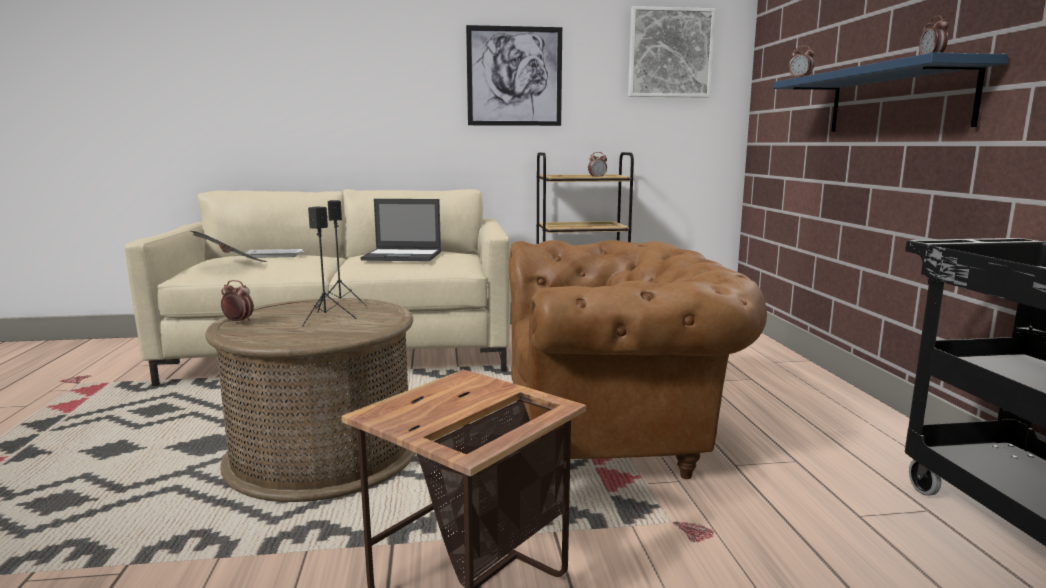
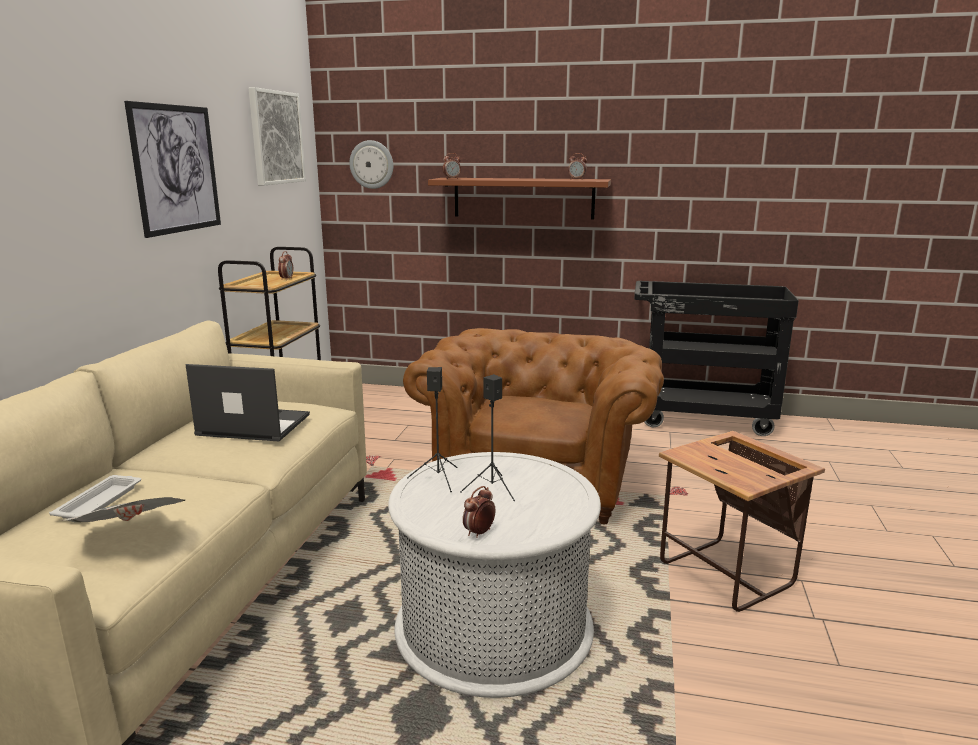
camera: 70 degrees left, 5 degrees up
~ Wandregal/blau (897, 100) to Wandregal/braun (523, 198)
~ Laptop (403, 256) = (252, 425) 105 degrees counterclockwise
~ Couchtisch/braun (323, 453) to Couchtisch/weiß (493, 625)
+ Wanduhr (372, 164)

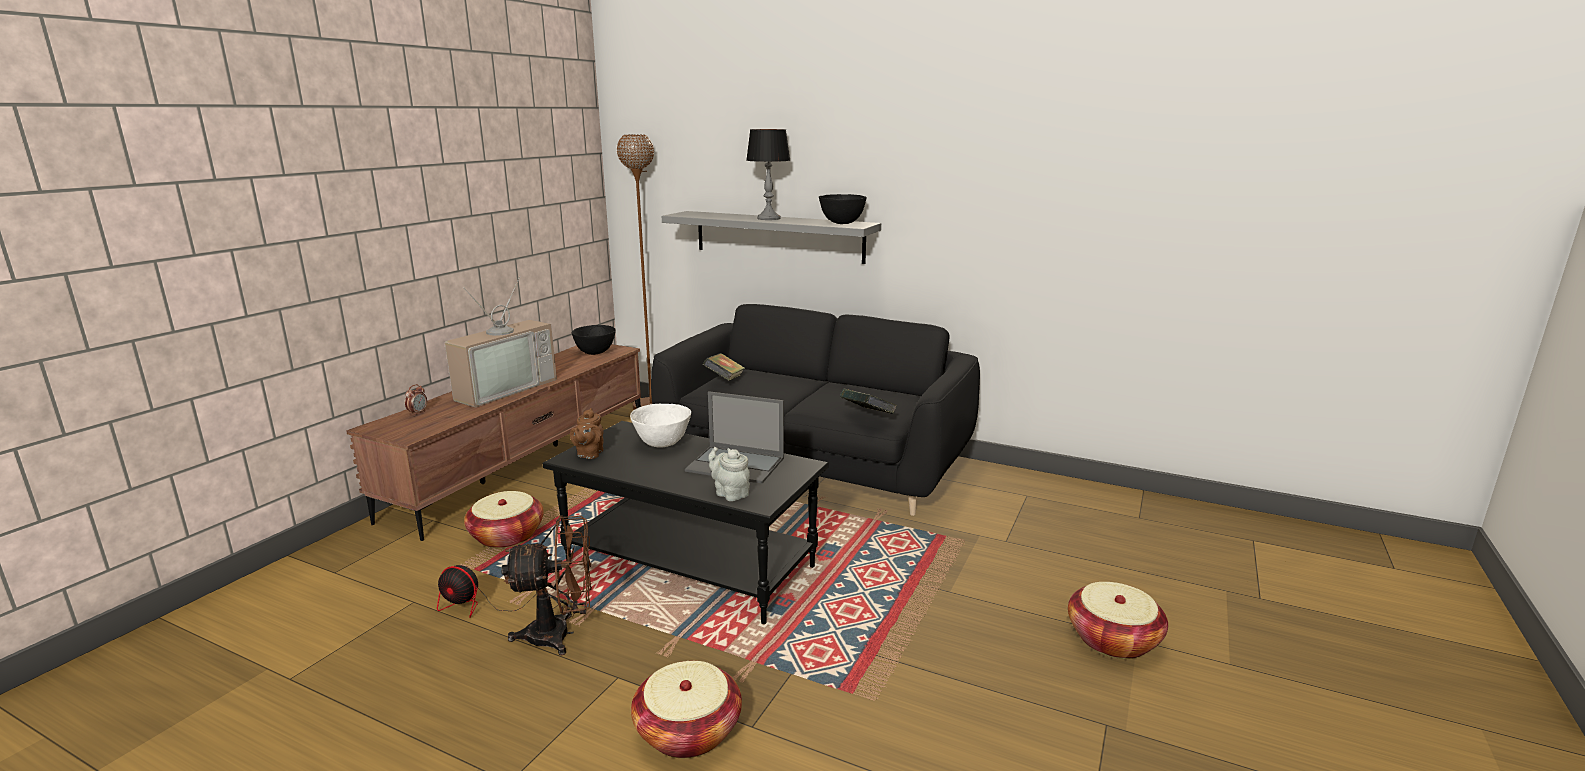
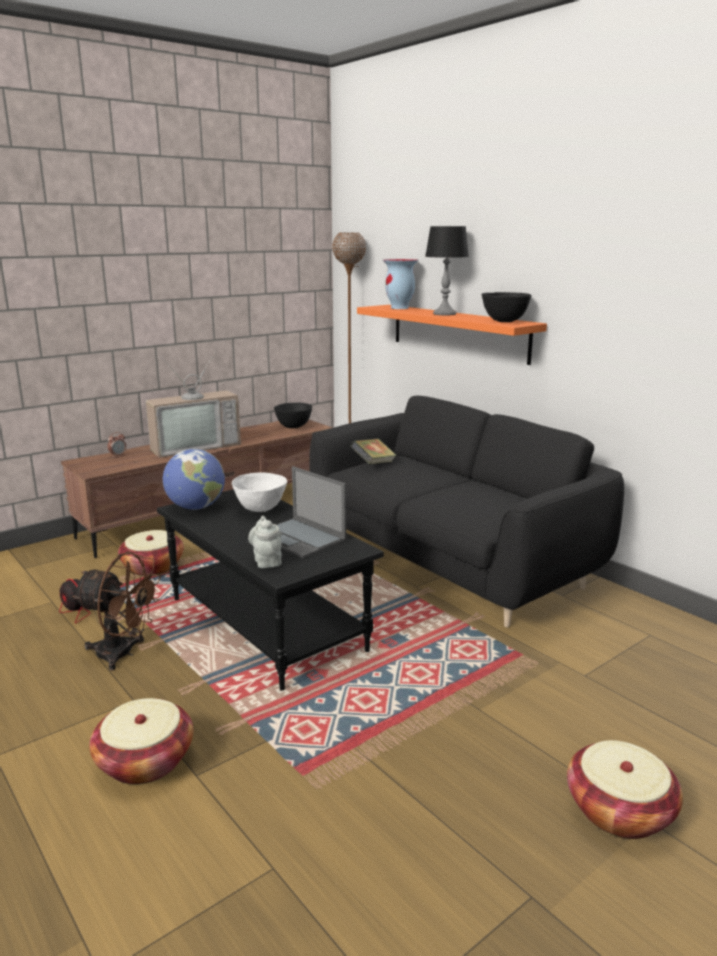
camera: 25 degrees right, 0 degrees up
~ Wandregal/grau (778, 236) to Wandregal/orange (458, 332)
- Buch (867, 416)
~ Teekanne/braun (589, 454) to Globus (196, 507)
+ Vase (400, 308)

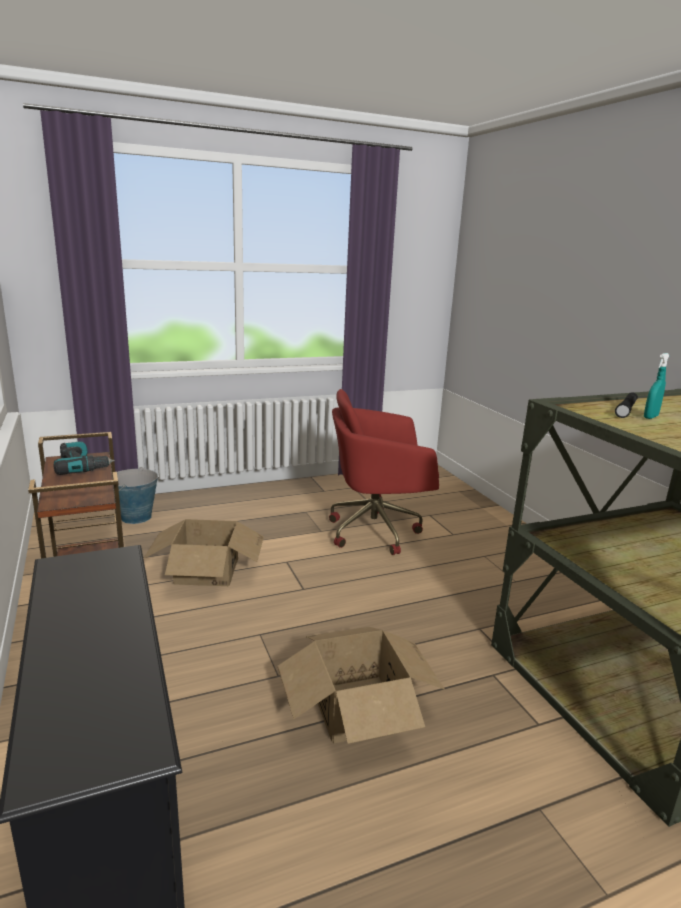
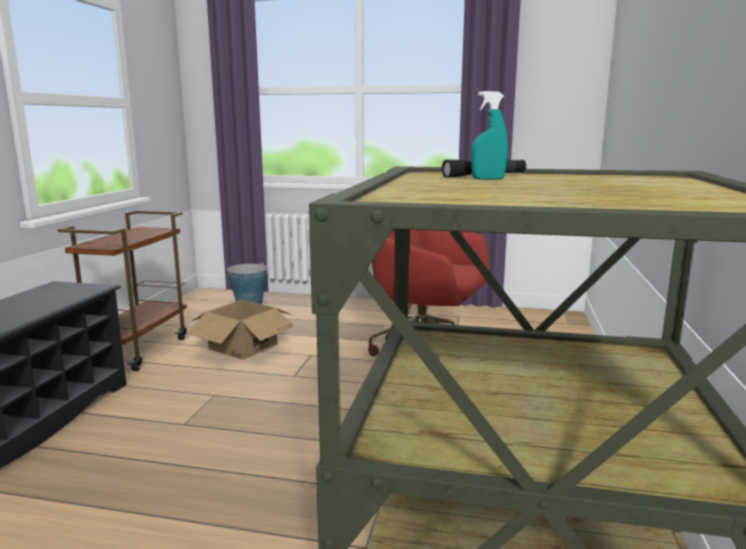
camera: 35 degrees right, 5 degrees down
- Bohrmaschine (82, 466)
- Karton (357, 707)

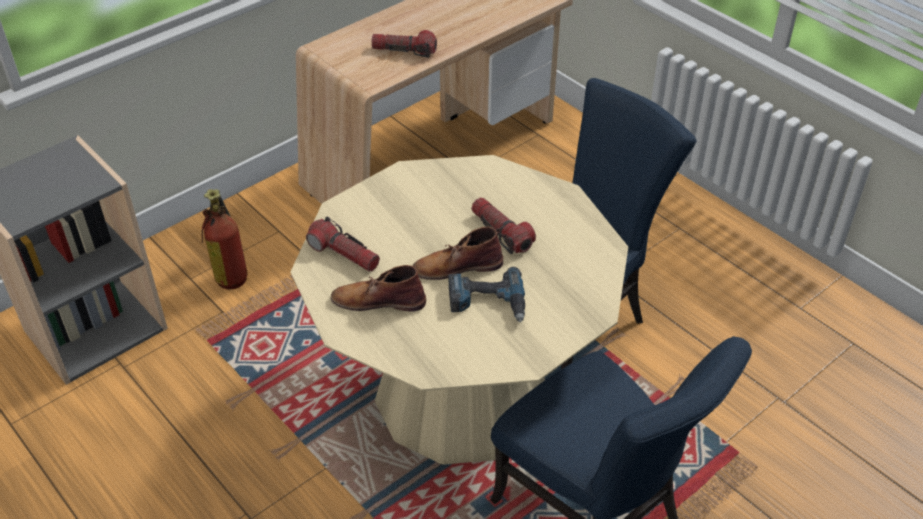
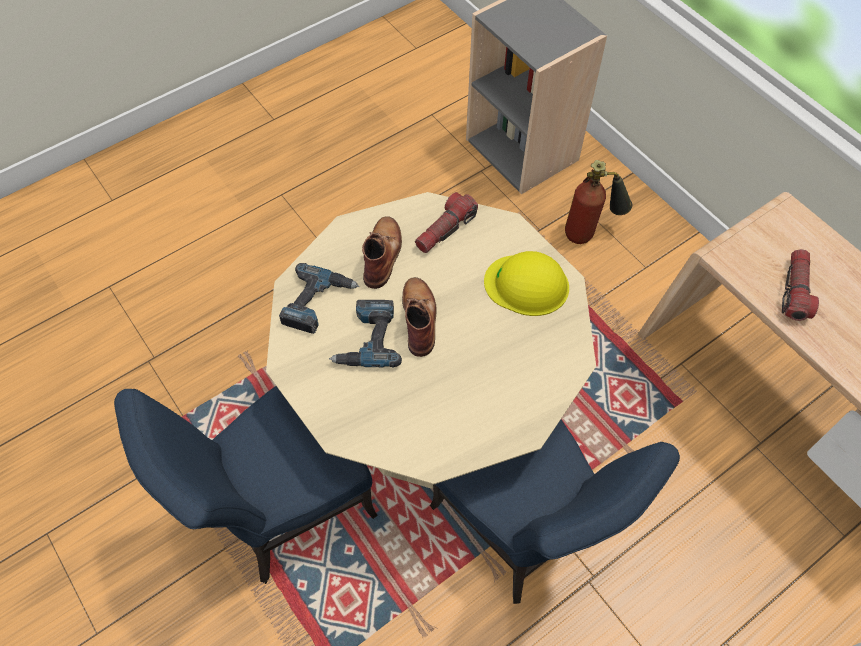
camera: 95 degrees right, 15 degrees up
- Taschenlampe (501, 233)
+ Schutzhelm/gelb (527, 285)
+ Bohrmaschine (317, 303)

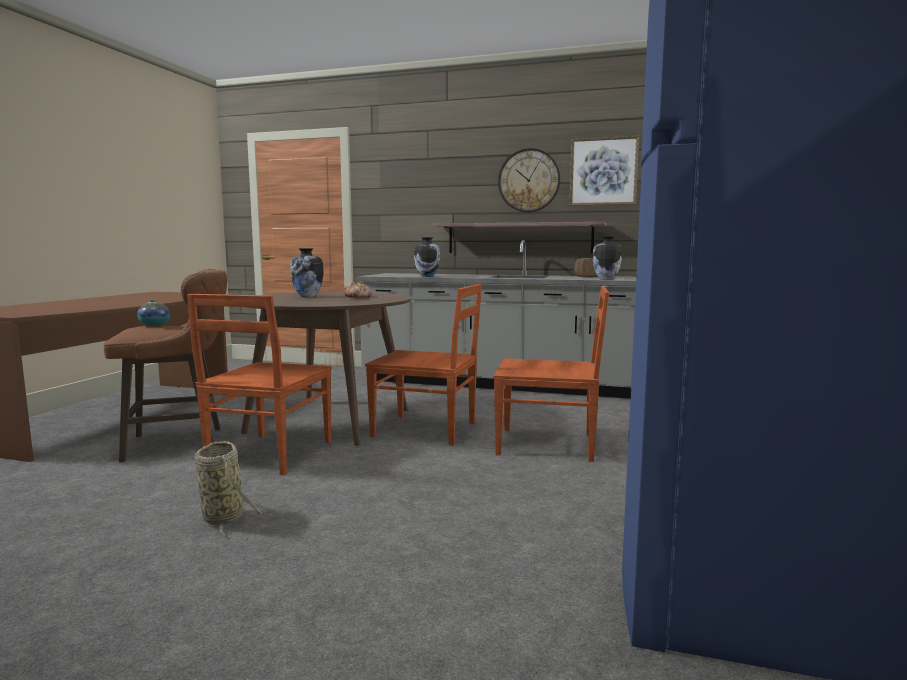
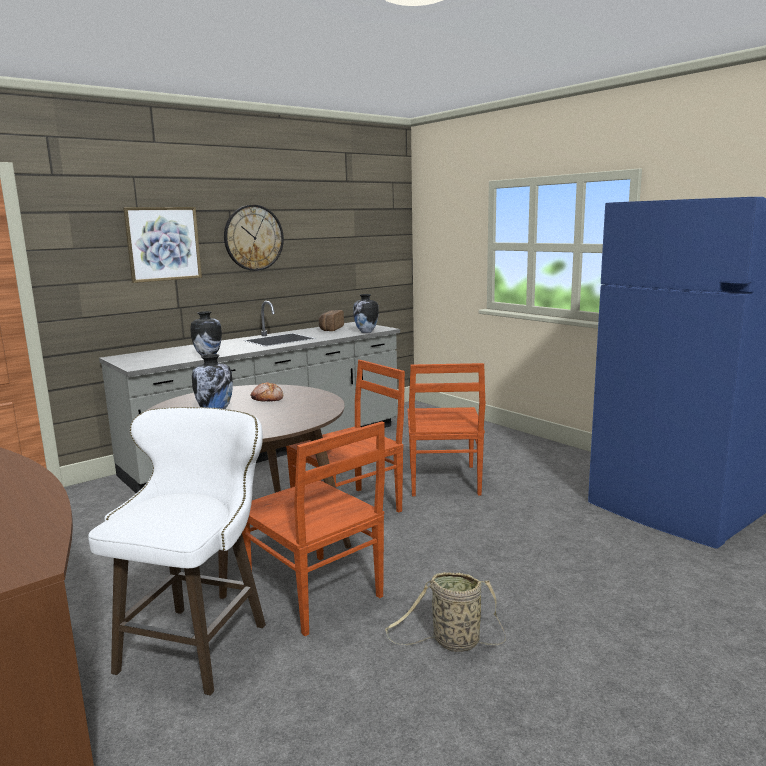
camera: 55 degrees left, 5 degrees up
~ Bild (603, 171) to (163, 244)
- Wandregal (519, 238)
~ Hocker/braun (180, 443) to Hocker/weiß (197, 643)
~ Stuhl/braun (549, 445) = (443, 481) 135 degrees clockwise
- Vase (154, 325)

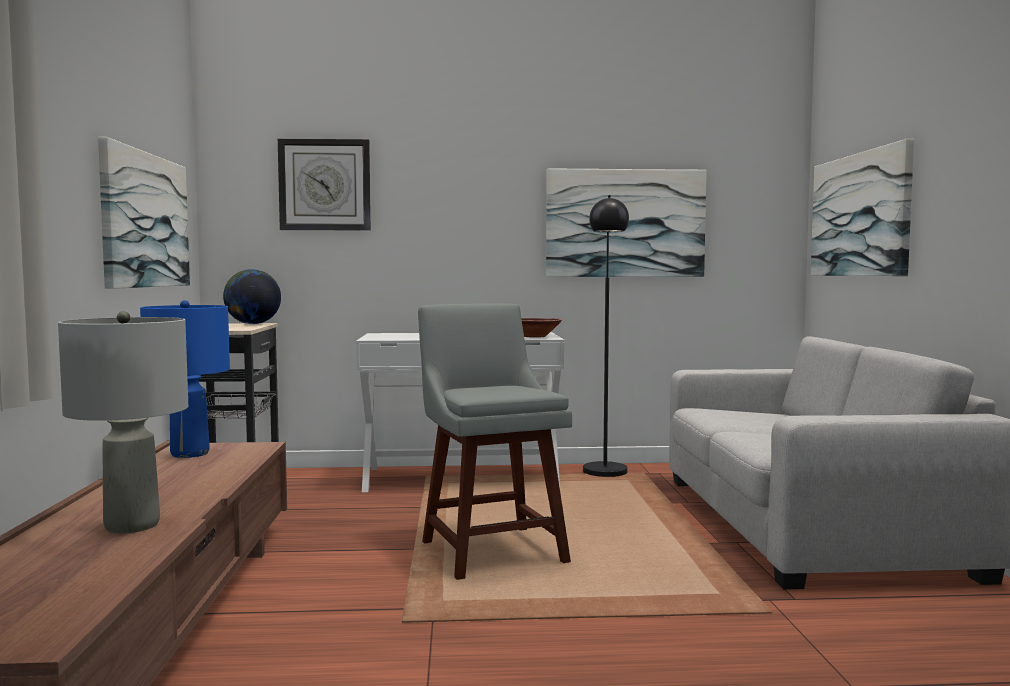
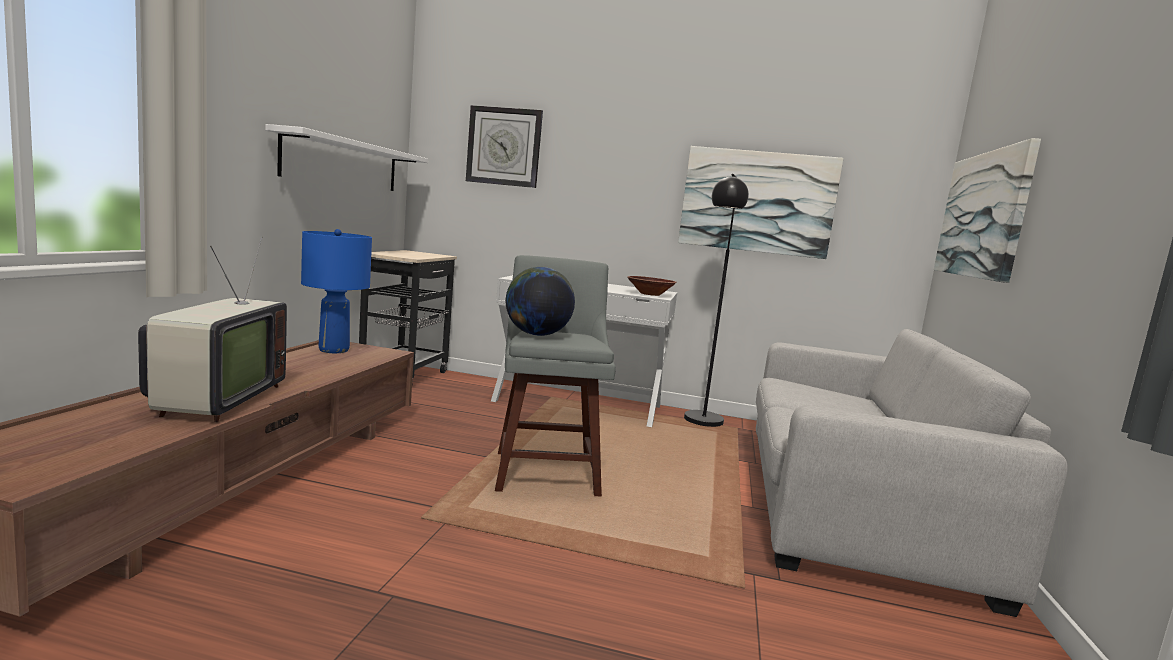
camera: 15 degrees right, 5 degrees up
~ Bild (145, 220) to Wandregal/weiß (343, 163)
~ Globus (252, 324) to (536, 334)
~ Tischlampe/grau (131, 525) to Fernseher (215, 400)

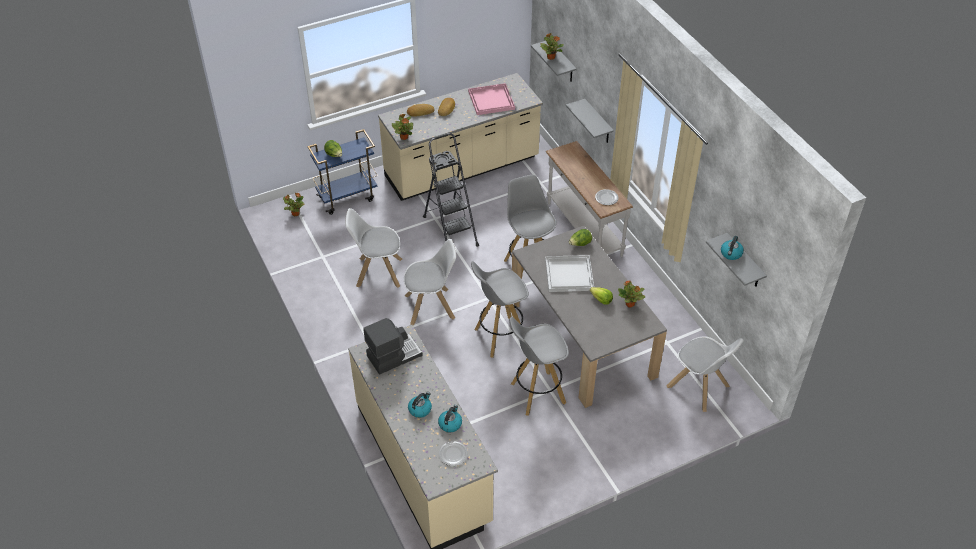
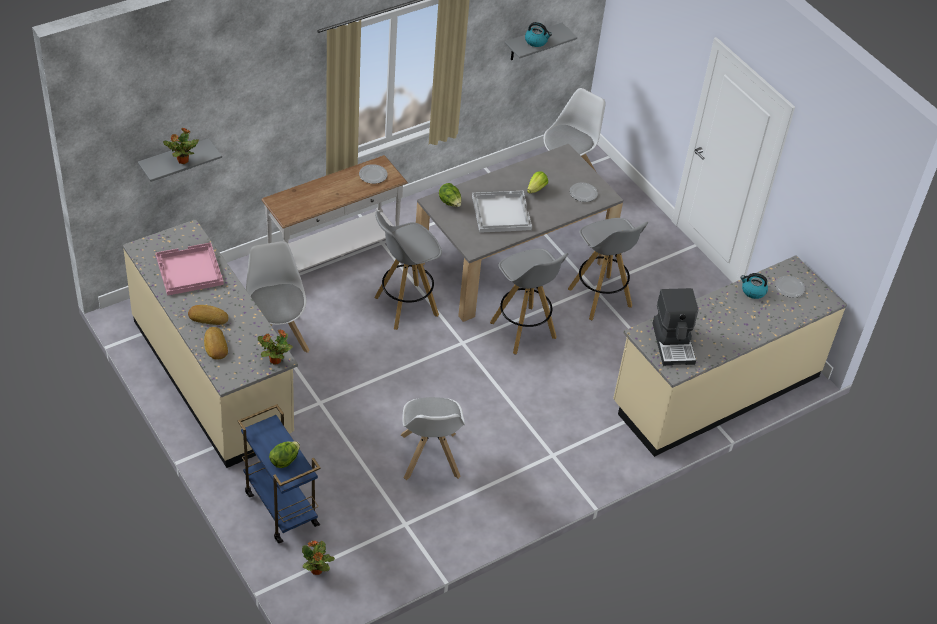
camera: 100 degrees left, 0 degrees up
- Wandregal/grau (598, 122)
- Trittleiter (450, 230)
~ Stuhl (431, 306) to (277, 334)
- Topfpflanze (630, 304)
~ Kaffeemaschine (393, 355) = (674, 343) 150 degrees counterclockwise
- Wasserkessel (420, 409)
+ Teller (583, 193)

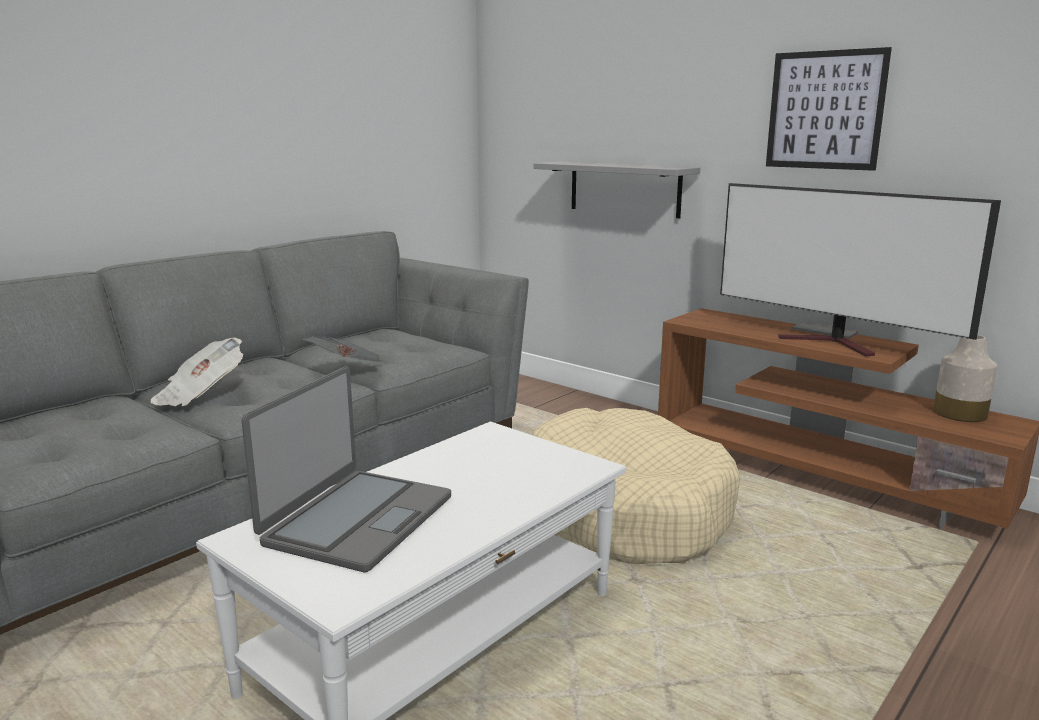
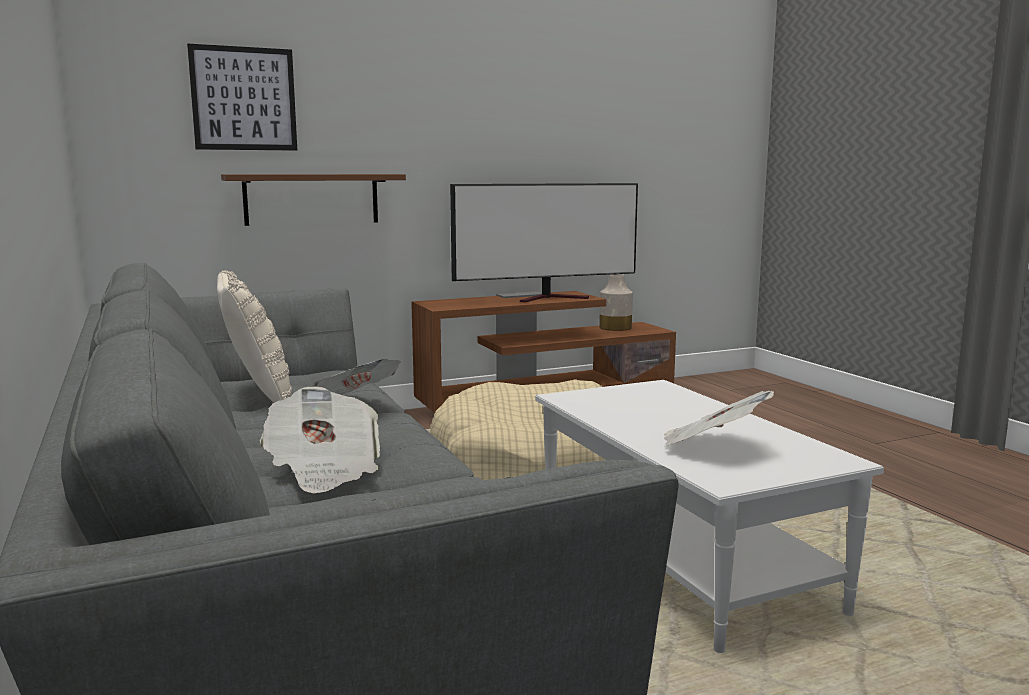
camera: 65 degrees left, 5 degrees down
~ Bild (825, 110) to (244, 99)
~ Wandregal/grau (624, 188) to Wandregal/braun (312, 199)
~ Laptop (357, 520) to Zeitung (711, 446)
+ Kissen/beige (256, 392)

